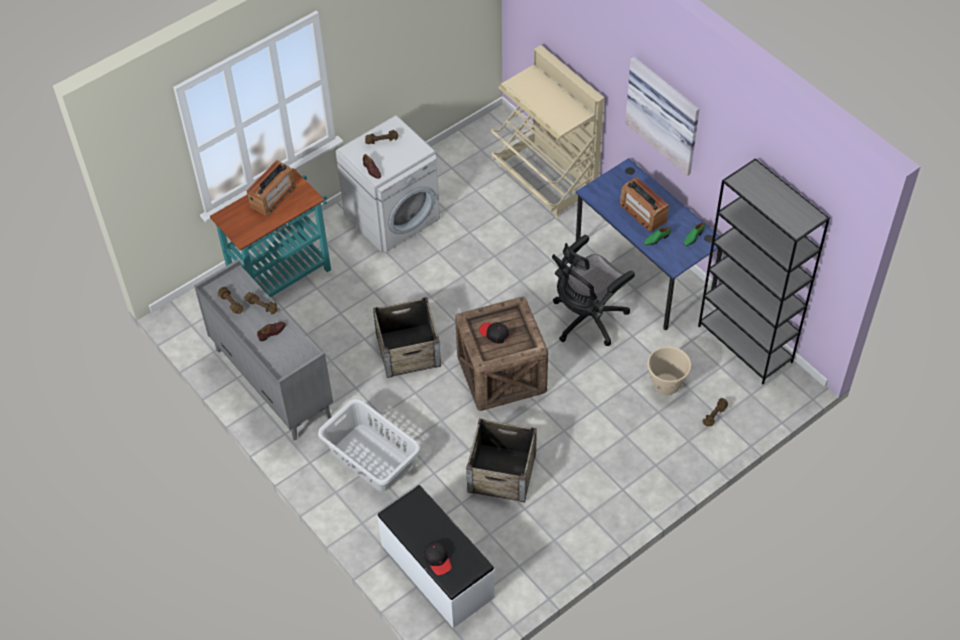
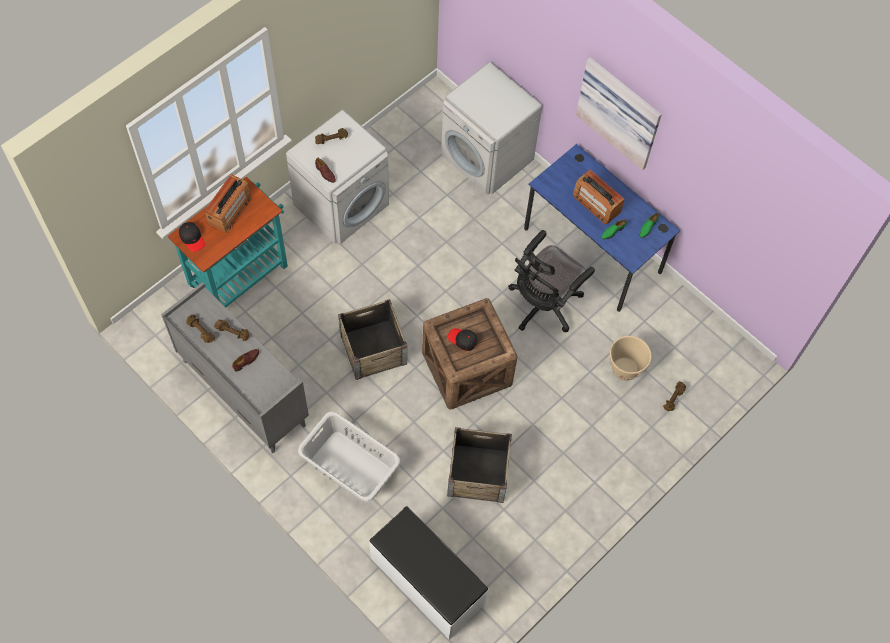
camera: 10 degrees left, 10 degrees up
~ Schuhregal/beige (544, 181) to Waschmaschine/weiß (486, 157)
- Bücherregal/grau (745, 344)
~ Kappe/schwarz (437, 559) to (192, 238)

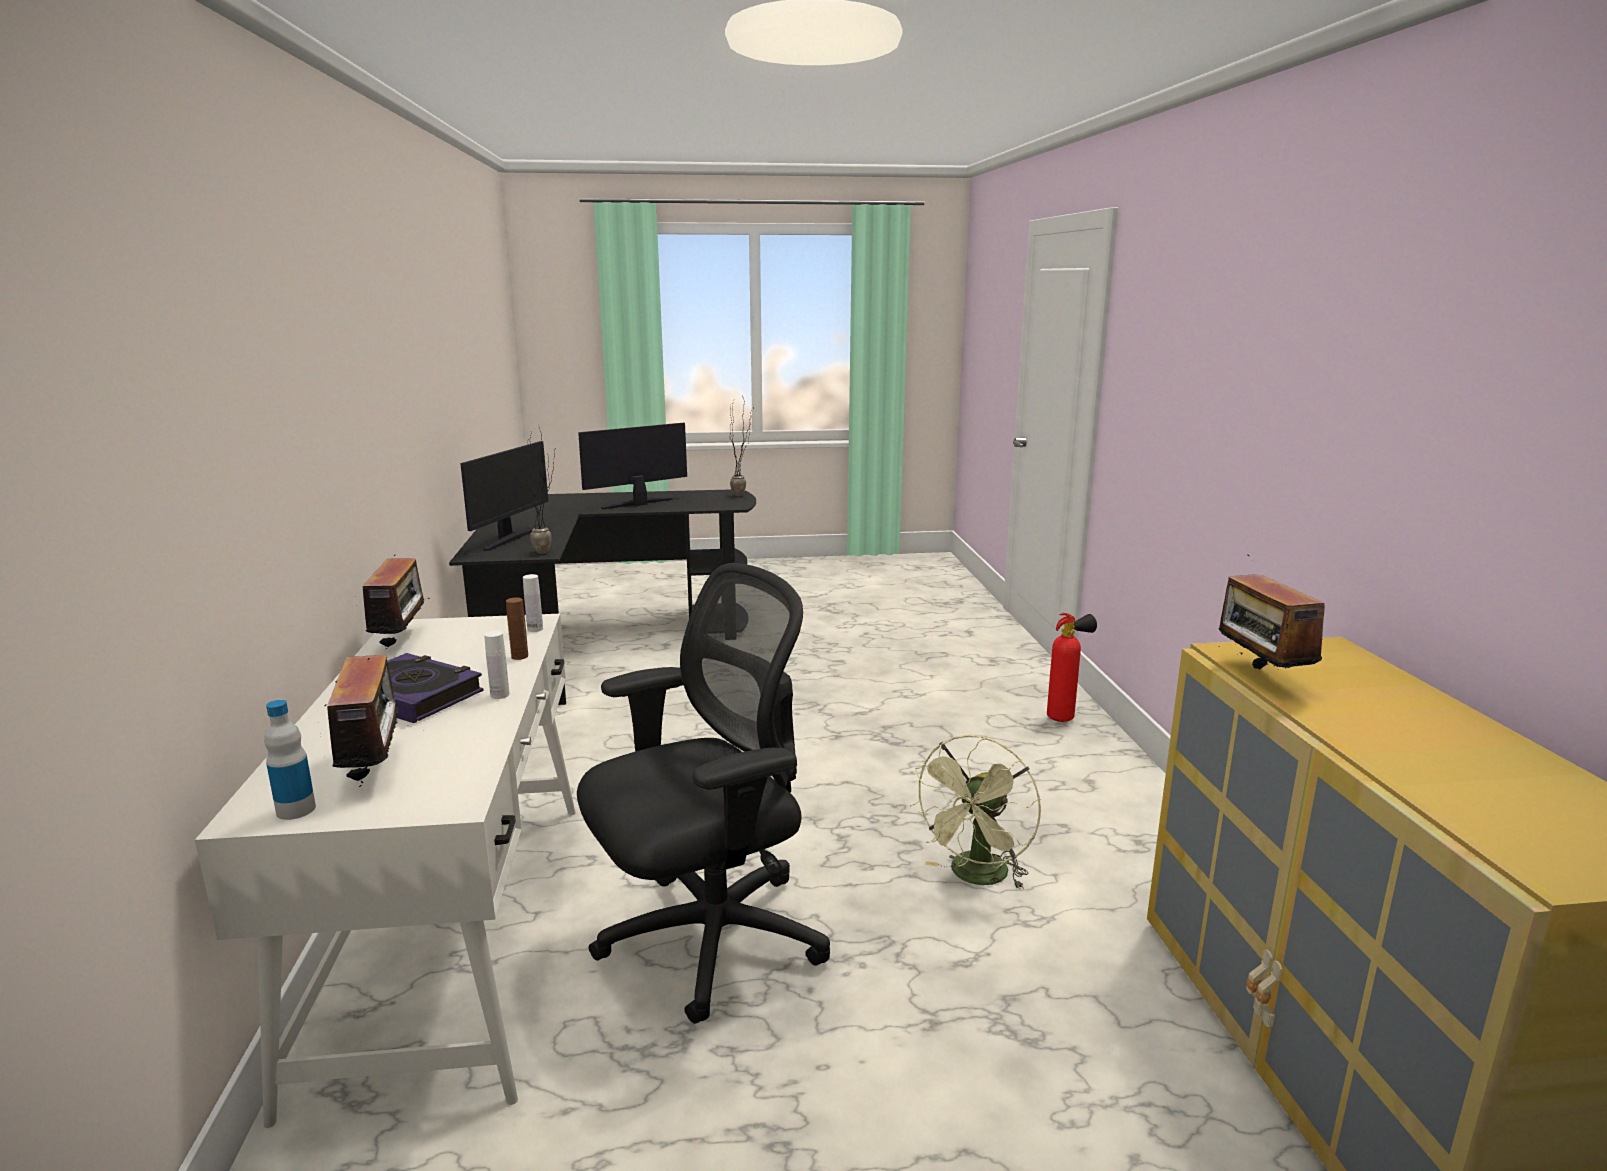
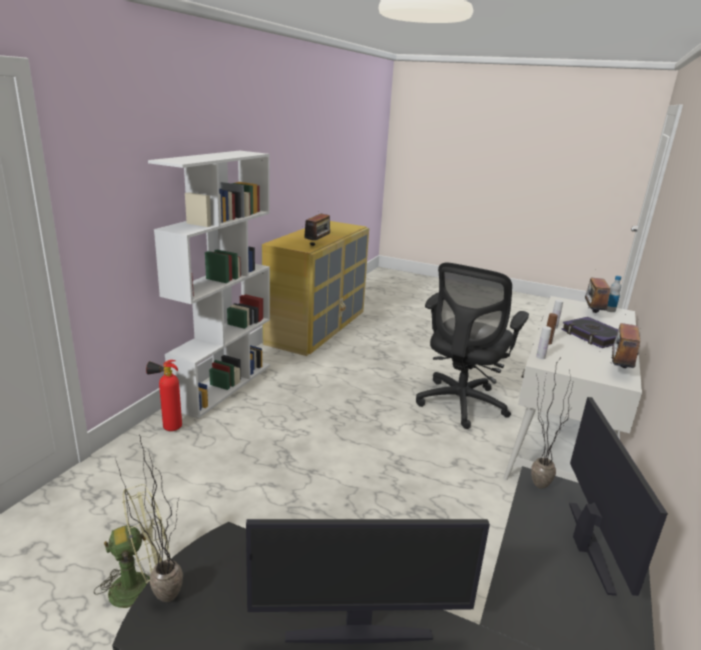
camera: 150 degrees left, 5 degrees up
~ Monitor (509, 539) = (586, 544) 135 degrees clockwise
~ Bürostuhl/schwarz (702, 946) = (461, 400) 60 degrees counterclockwise
~ Ventilator/grün (976, 877) to (141, 585)
+ Bücherregal/weiß (223, 385)

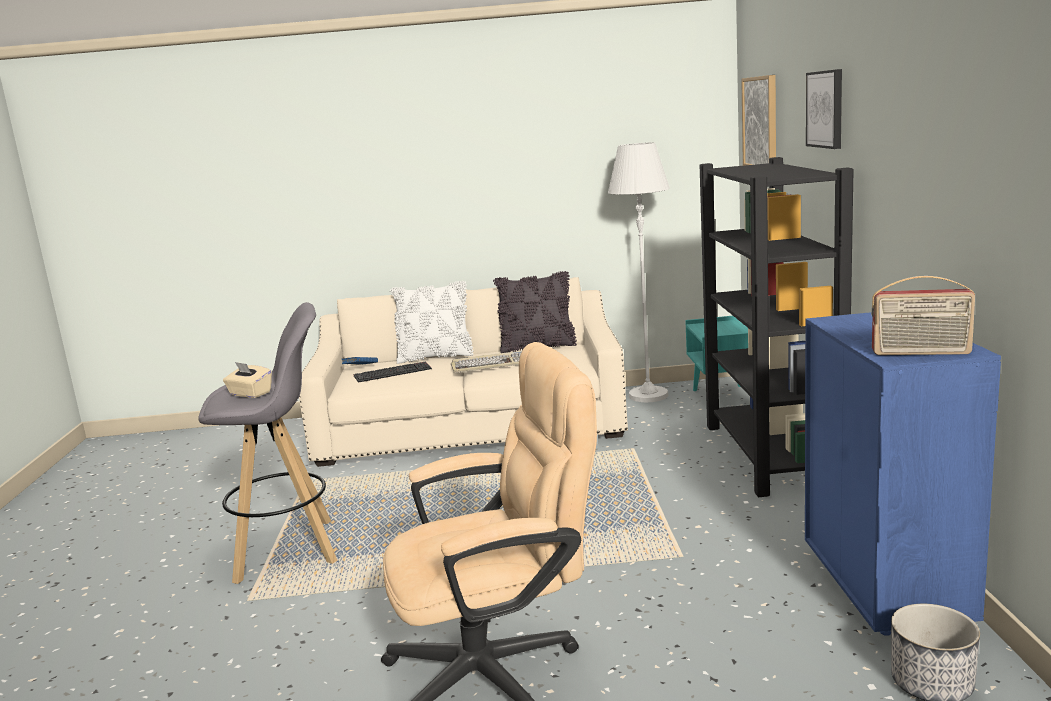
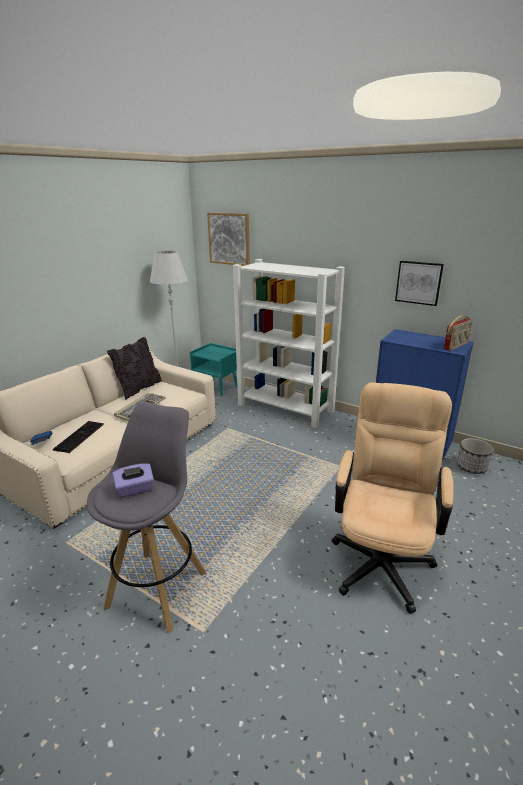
camera: 55 degrees left, 10 degrees up
~ Bild (826, 109) to (418, 282)
~ Bücherregal/schwarz (771, 455) to Bücherregal/weiß (285, 408)
- Kissen/weiß (435, 357)
~ Taschentuchbox/beige (250, 394) to Taschentuchbox/lila (135, 489)

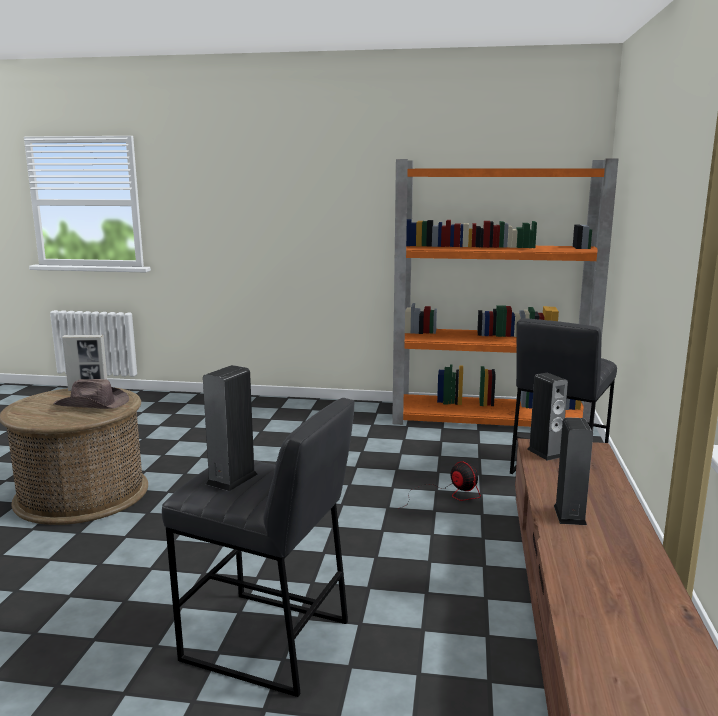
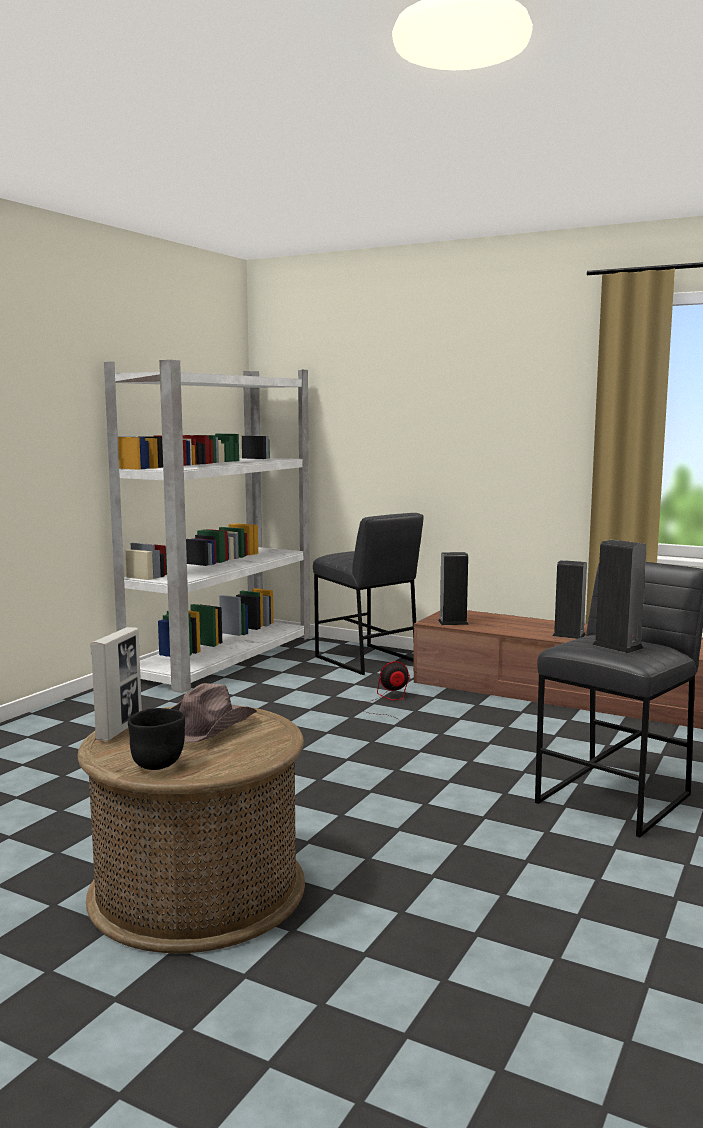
camera: 70 degrees left, 5 degrees down
~ Bücherregal/orange (489, 418) to Bücherregal/weiß (223, 657)
+ Schüssel/schwarz (158, 764)

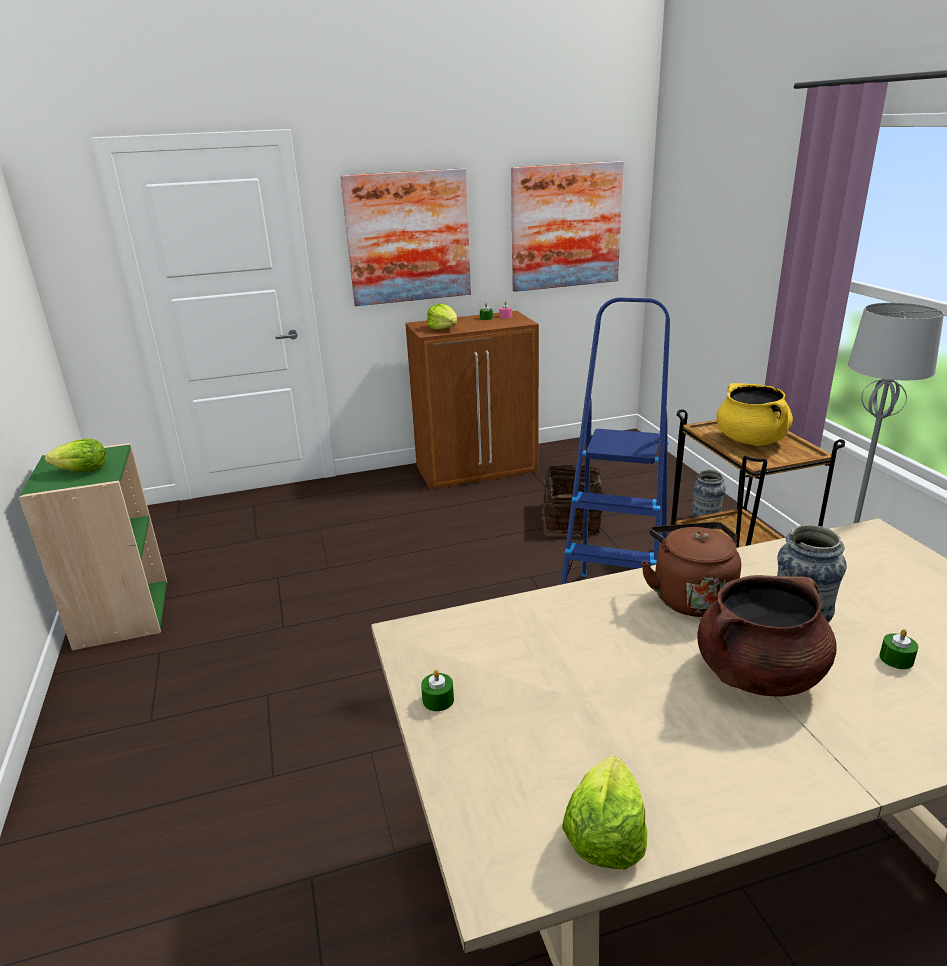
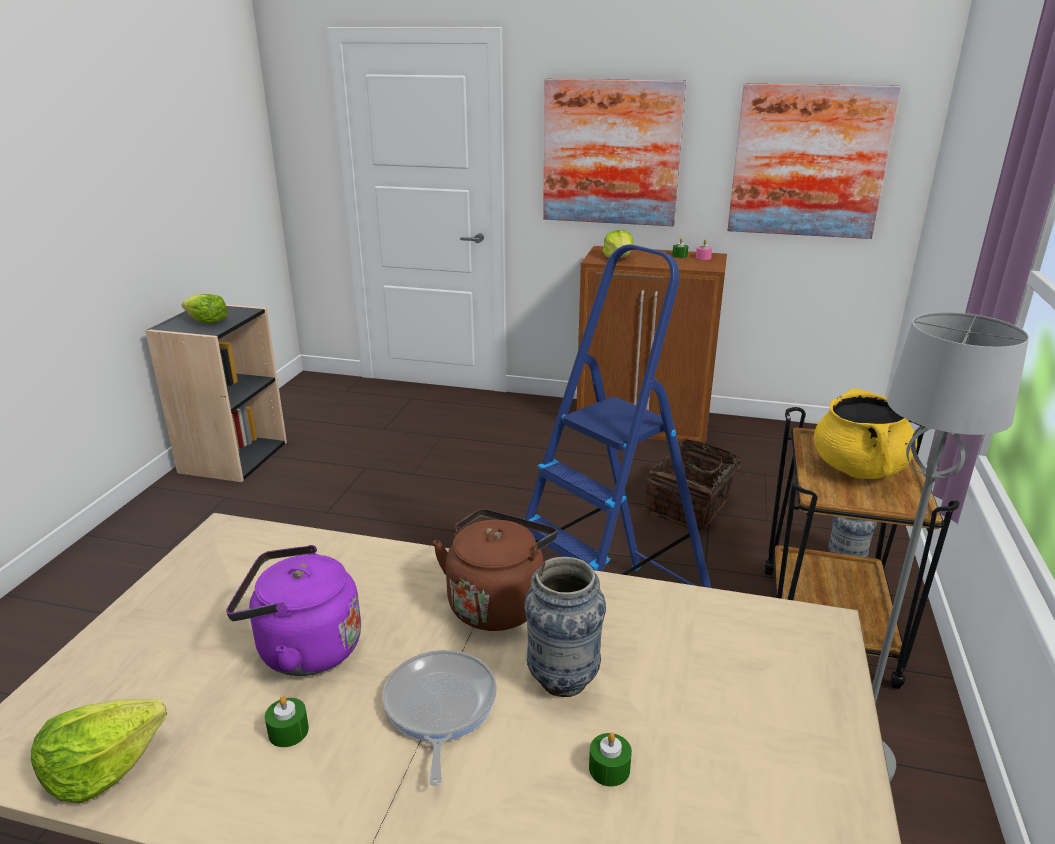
camera: 30 degrees right, 0 degrees up
~ Bücherregal/grün (121, 613) to Bücherregal/schwarz (233, 456)
~ Kochtopf/braun (758, 675) to Pfanne (439, 708)
~ Kerze/grün (438, 699) to (288, 731)
+ Wasserkessel/lila (303, 649)

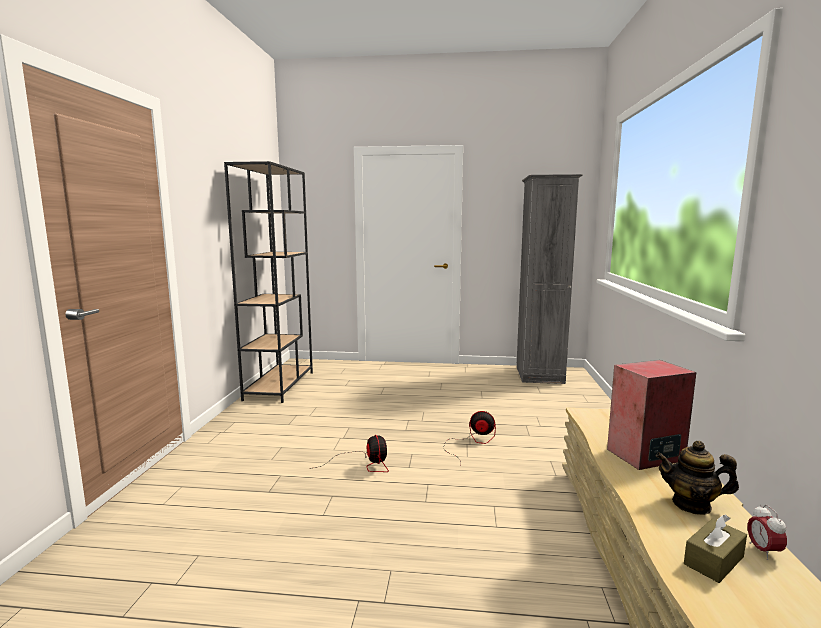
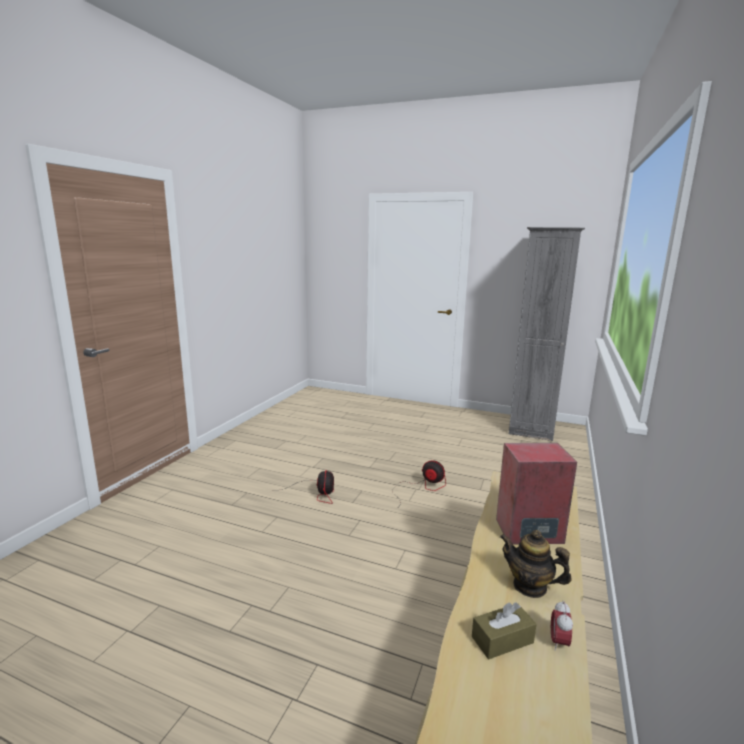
camera: 15 degrees right, 5 degrees up
- Bücherregal (279, 385)

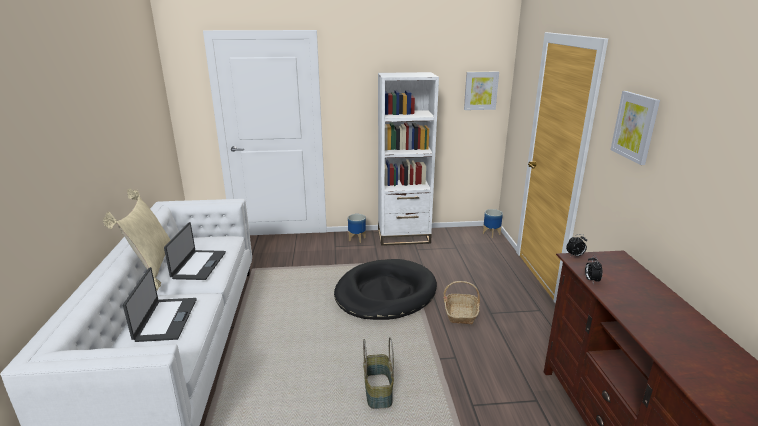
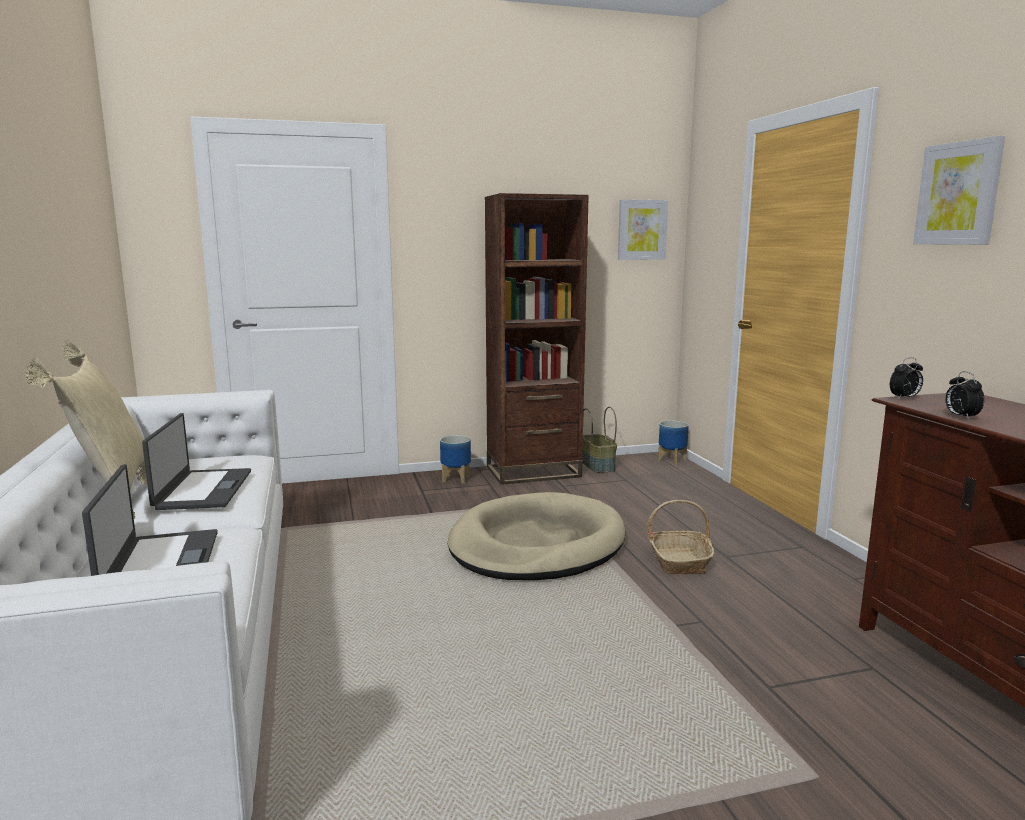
camera: 10 degrees left, 10 degrees down
~ Bücherregal/weiß (403, 237) to Bücherregal/braun (533, 472)
~ Hundebett/schwarz (385, 293) to Hundebett/beige (536, 544)
~ Korb (379, 392) to (598, 466)

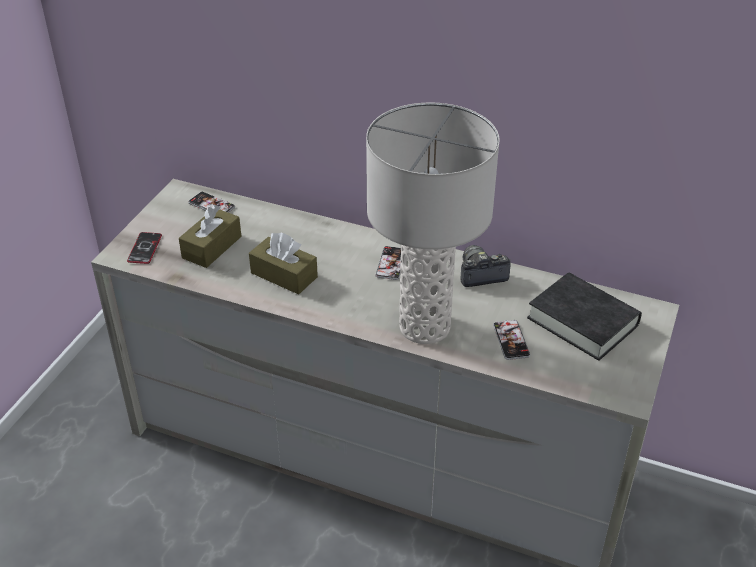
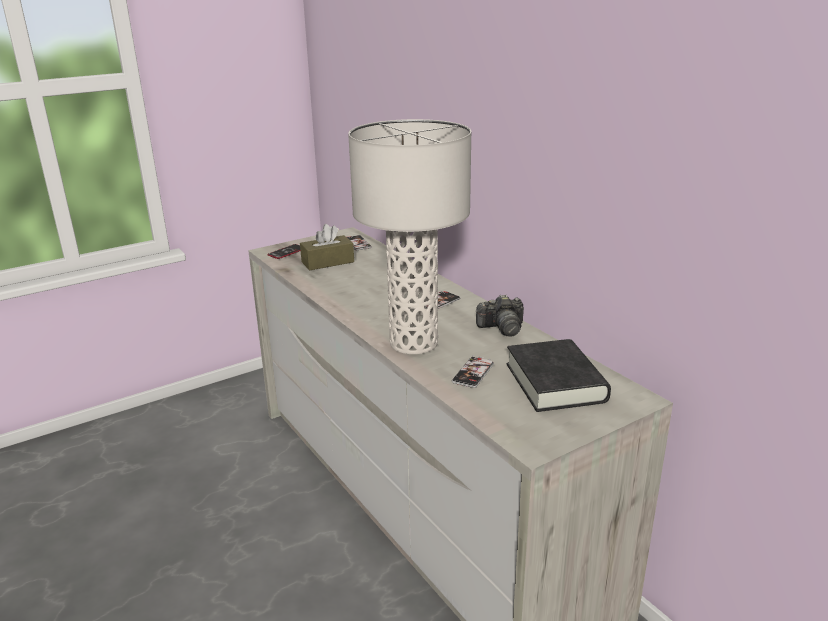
camera: 35 degrees right, 15 degrees down
- Taschentuchbox/braun (284, 275)
~ Kamera (481, 275) = (502, 328) 150 degrees clockwise

